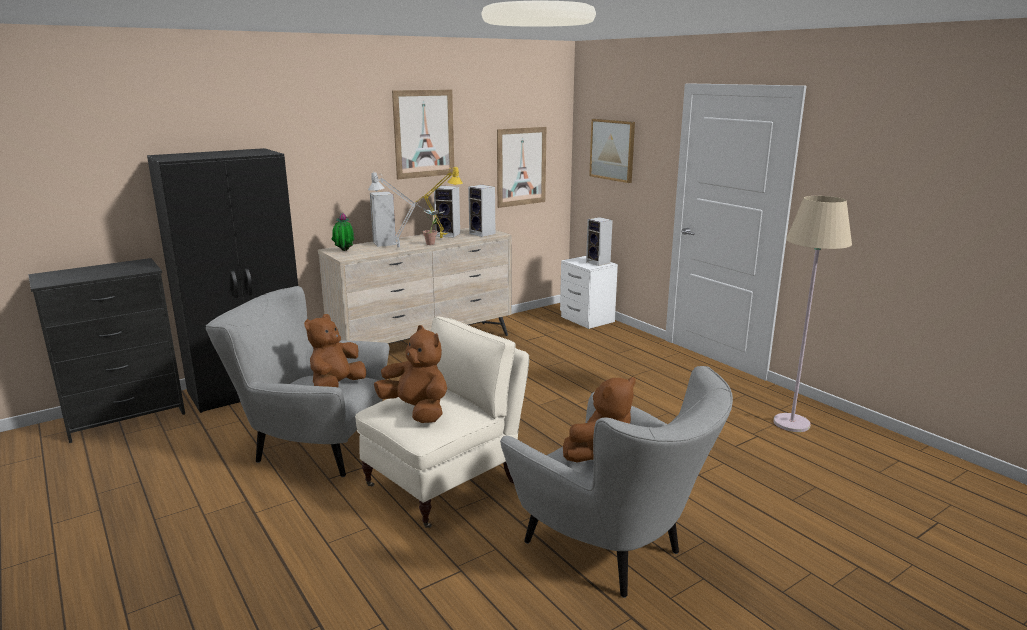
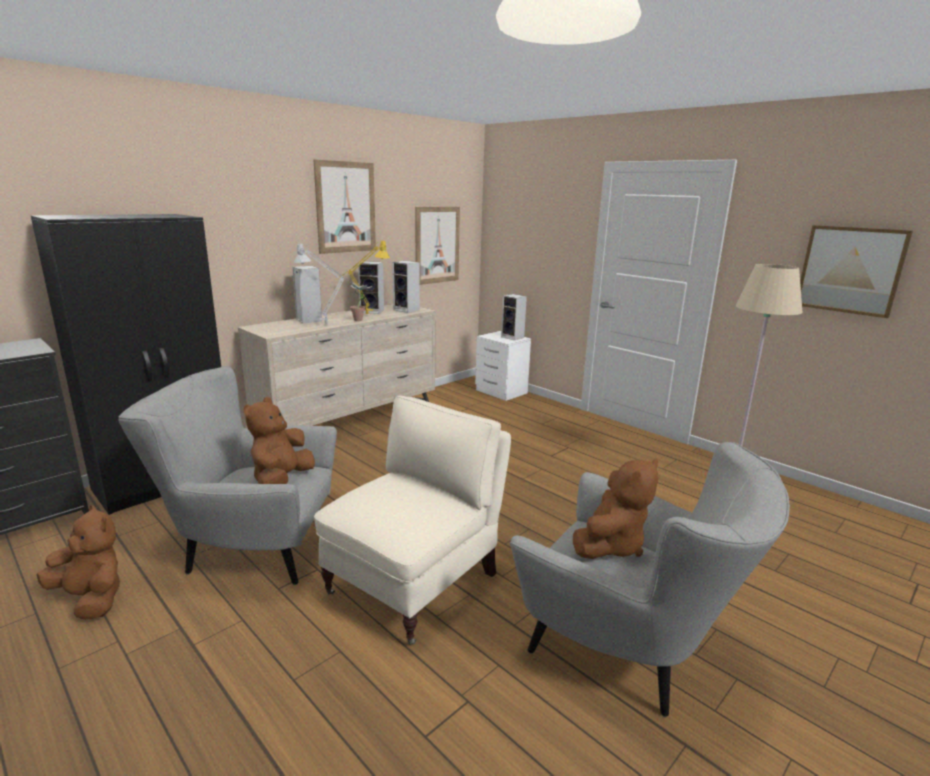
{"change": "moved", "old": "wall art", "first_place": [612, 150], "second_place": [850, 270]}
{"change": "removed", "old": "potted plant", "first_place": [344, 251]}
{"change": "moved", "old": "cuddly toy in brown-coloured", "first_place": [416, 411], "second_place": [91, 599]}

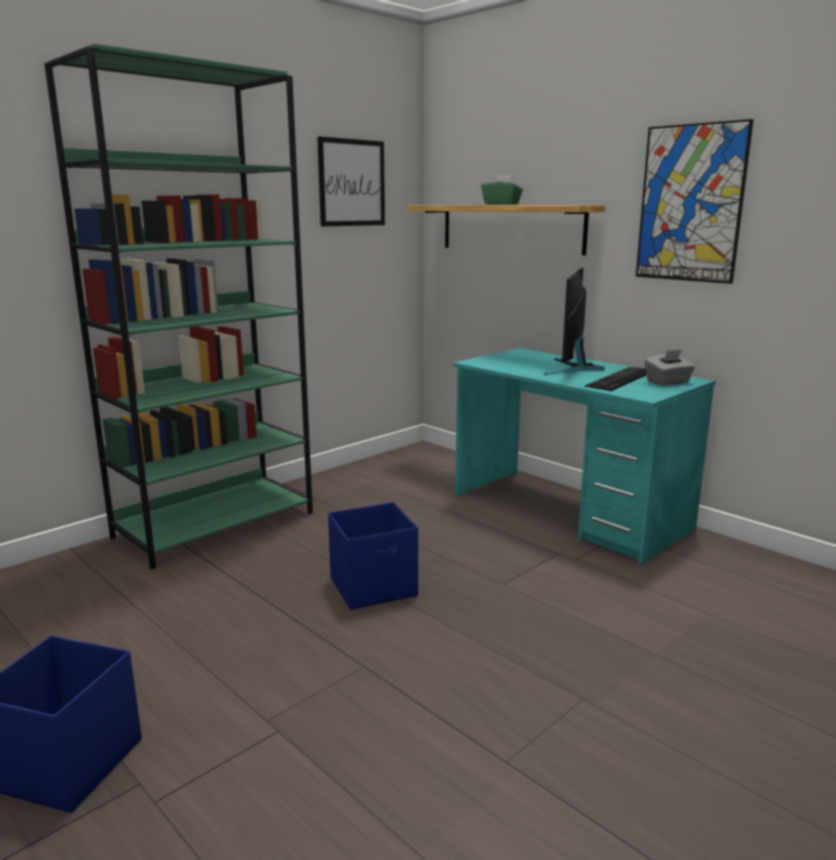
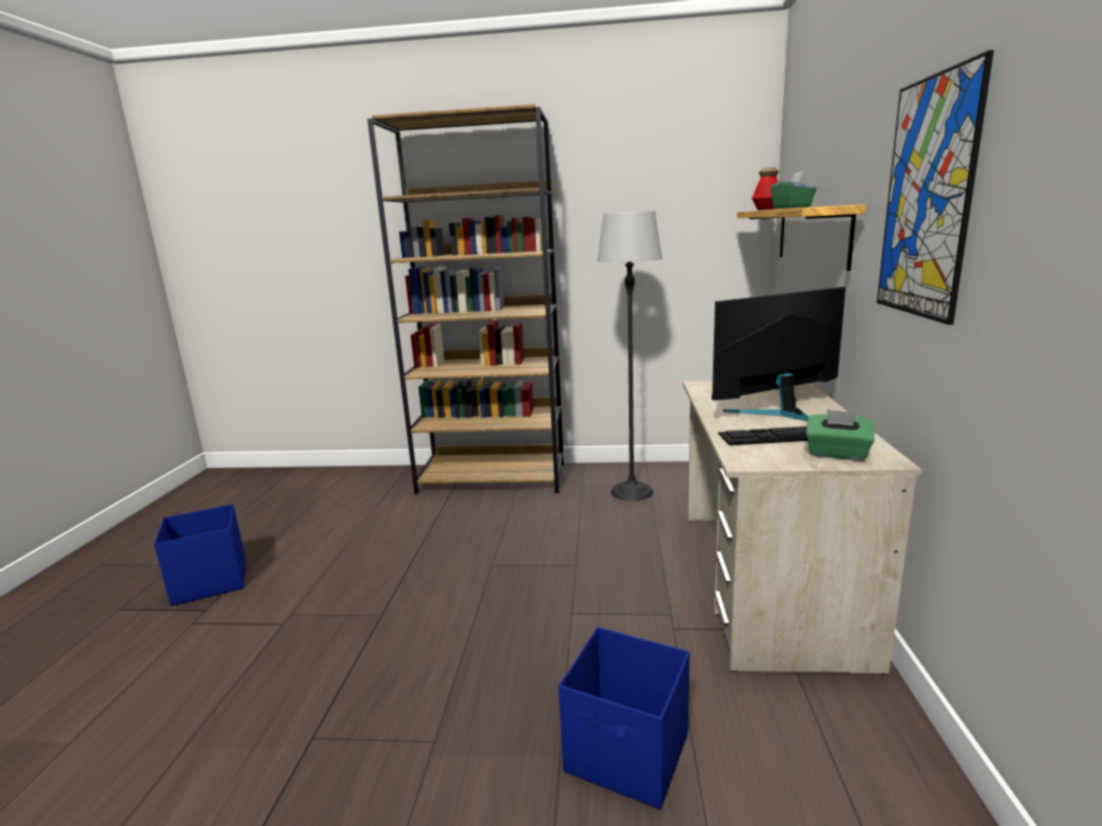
{"change": "recoloured", "old": "bookshelf in greenish", "new": "bookshelf in brown-coloured", "first_place": [216, 524], "second_place": [493, 478]}
{"change": "removed", "old": "wall art", "first_place": [352, 183]}
{"change": "recoloured", "old": "desk unit in turquoise", "new": "desk unit in beige-coloured", "first_place": [568, 512], "second_place": [766, 581]}
{"change": "recoloured", "old": "box of tissues in gray", "new": "box of tissues in greenish", "first_place": [668, 382], "second_place": [837, 454]}
{"change": "moved", "old": "storage container in blue", "first_place": [374, 587], "second_place": [628, 755]}
{"change": "added", "new": "bottle", "second_place": [766, 209]}
{"change": "added", "new": "floor lamp", "second_place": [632, 491]}

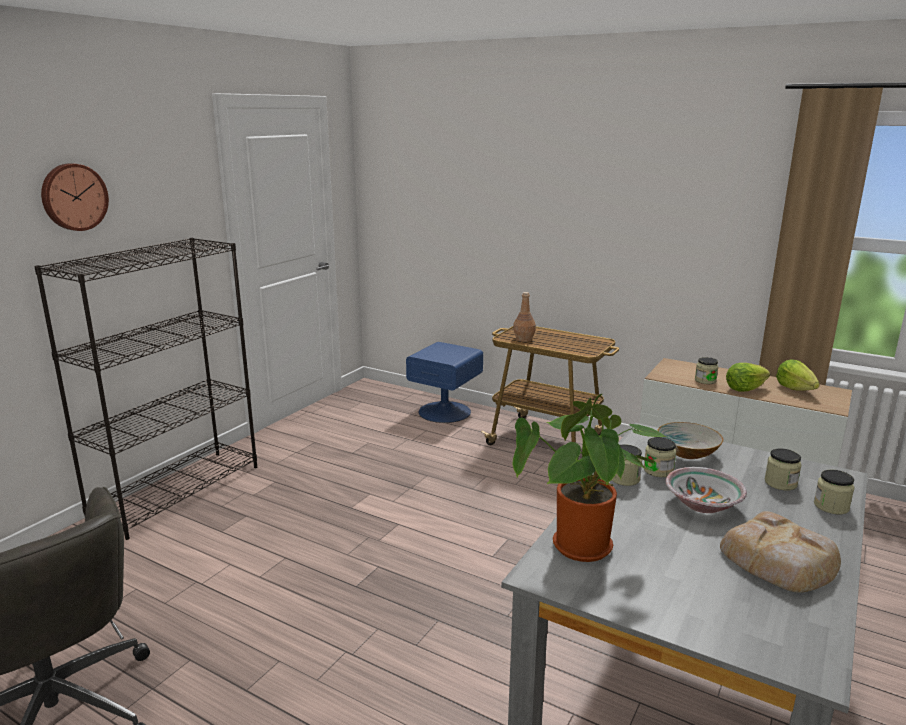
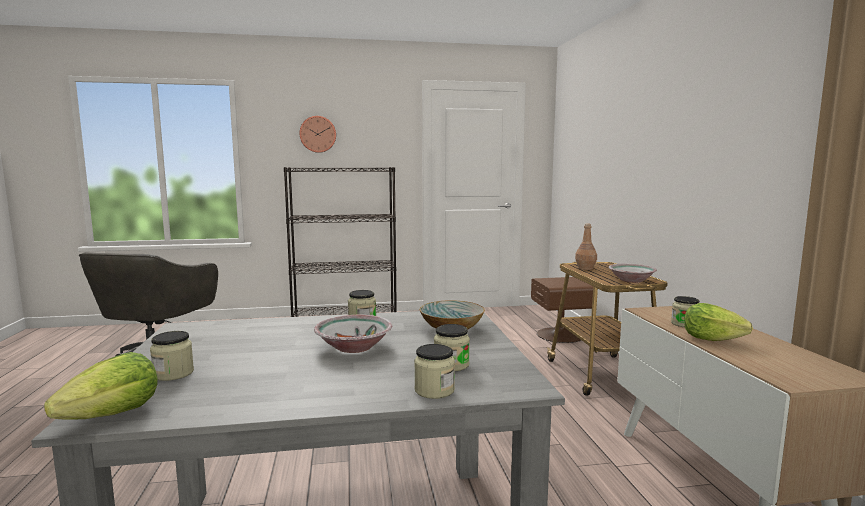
{"change": "recoloured", "old": "nightstand in blue", "new": "nightstand in brown-coloured", "first_place": [445, 411], "second_place": [560, 335]}
{"change": "moved", "old": "head of lettuce", "first_place": [795, 389], "second_place": [113, 415]}
{"change": "removed", "old": "potted plant", "first_place": [583, 551]}
{"change": "moved", "old": "storage jar", "first_place": [658, 470], "second_place": [173, 373]}
{"change": "removed", "old": "bakery bread", "first_place": [779, 560]}
{"change": "added", "new": "serving bowl", "second_place": [632, 280]}

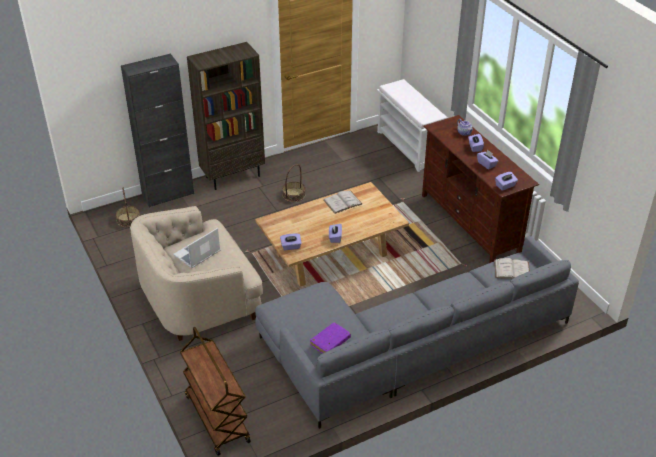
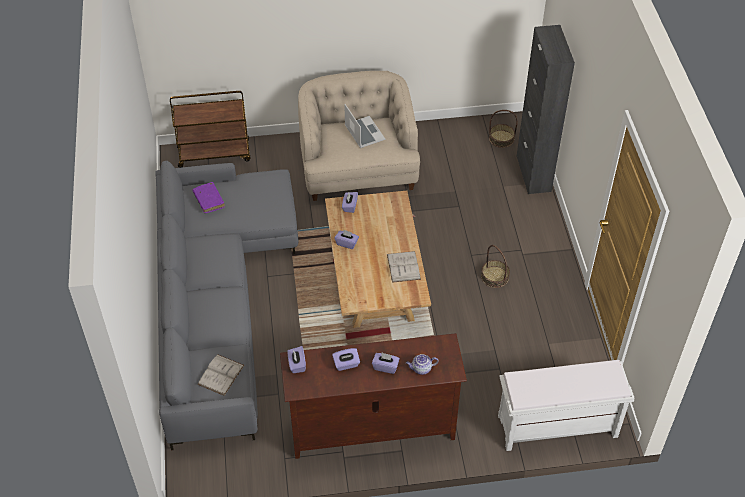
{"change": "removed", "old": "bookshelf in brown-coloured", "first_place": [233, 176]}

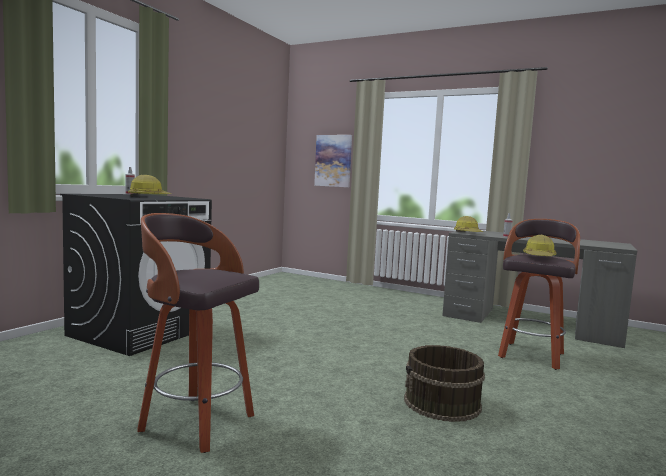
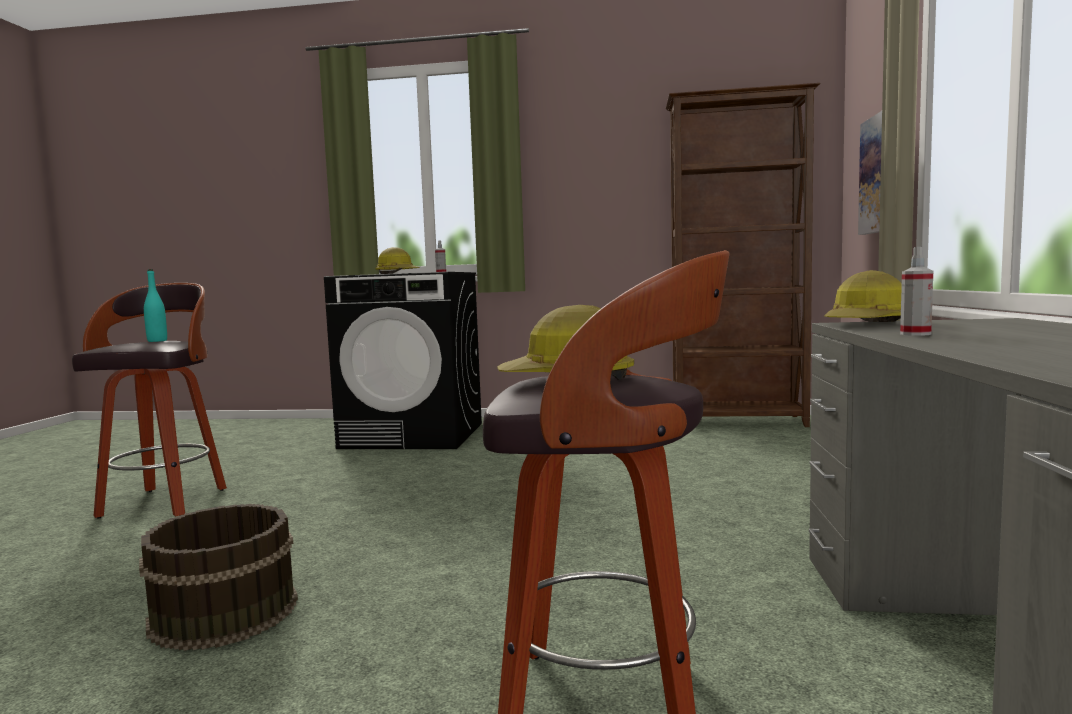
{"change": "added", "new": "bookshelf in brown-coloured", "second_place": [739, 422]}
{"change": "added", "new": "bottle in turquoise", "second_place": [157, 341]}

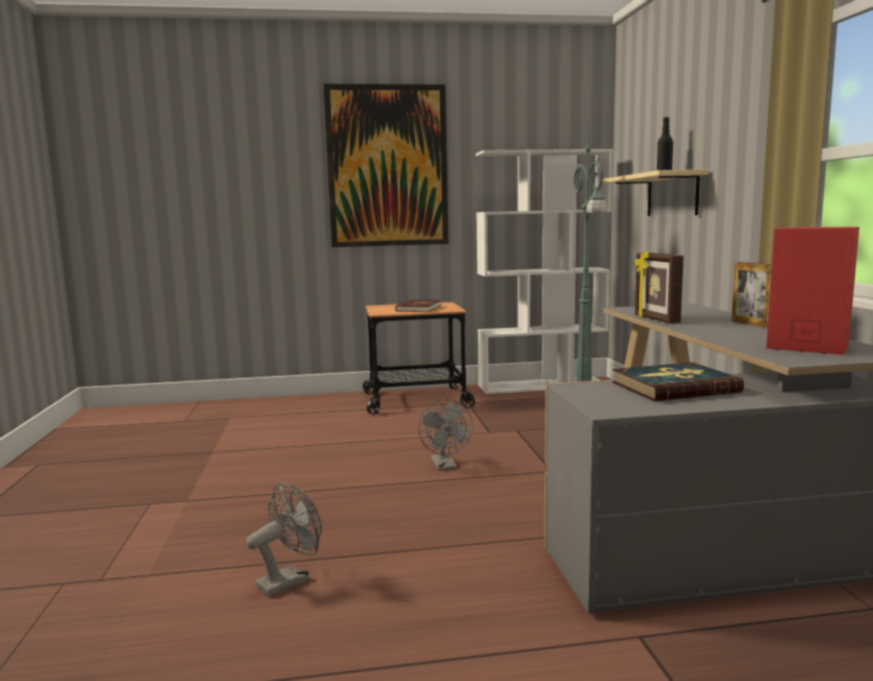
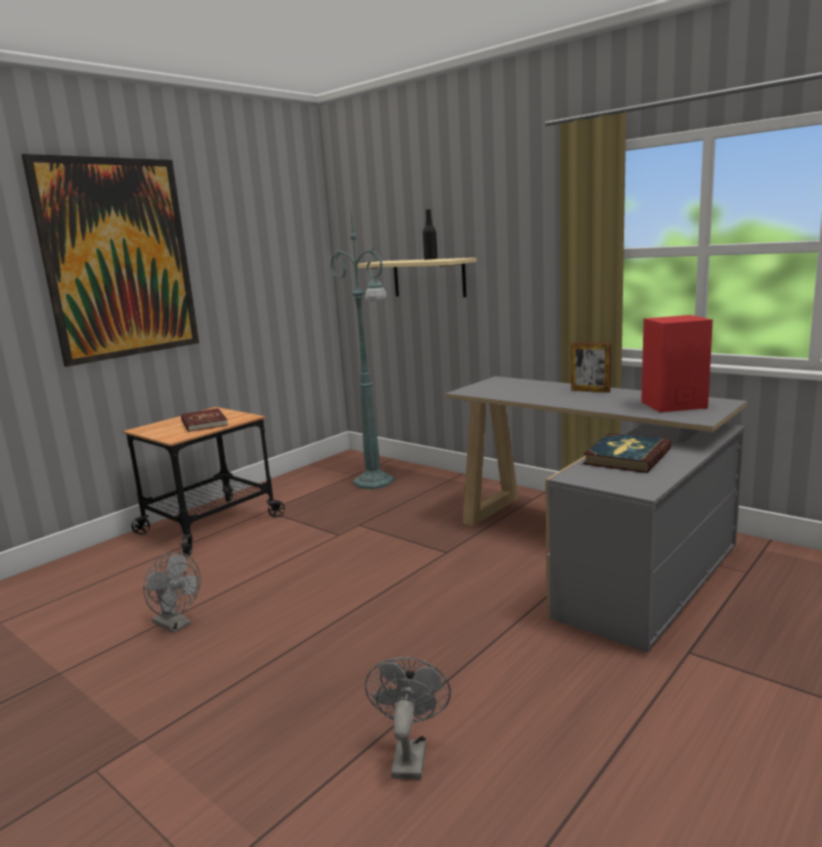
{"change": "removed", "old": "bookshelf in white-coloured", "first_place": [542, 385]}
{"change": "removed", "old": "standing frame", "first_place": [655, 319]}
{"change": "moved", "old": "electric fan in gray", "first_place": [445, 466], "second_place": [176, 625]}

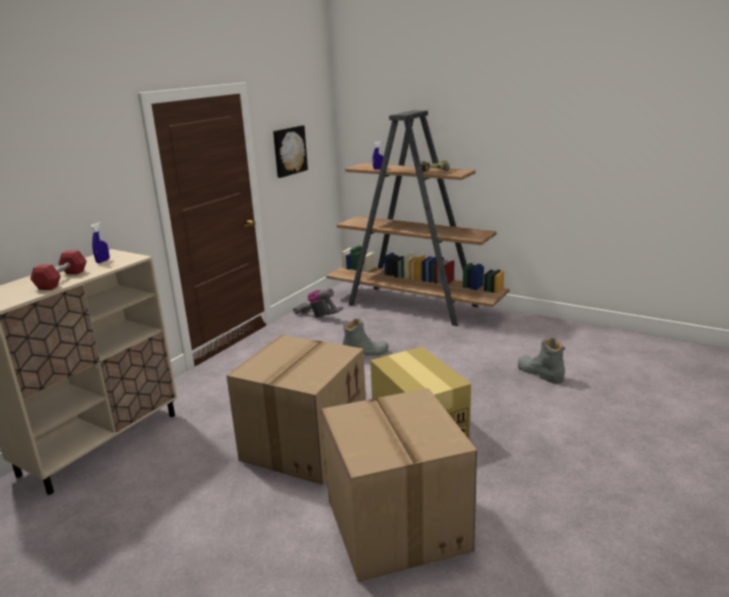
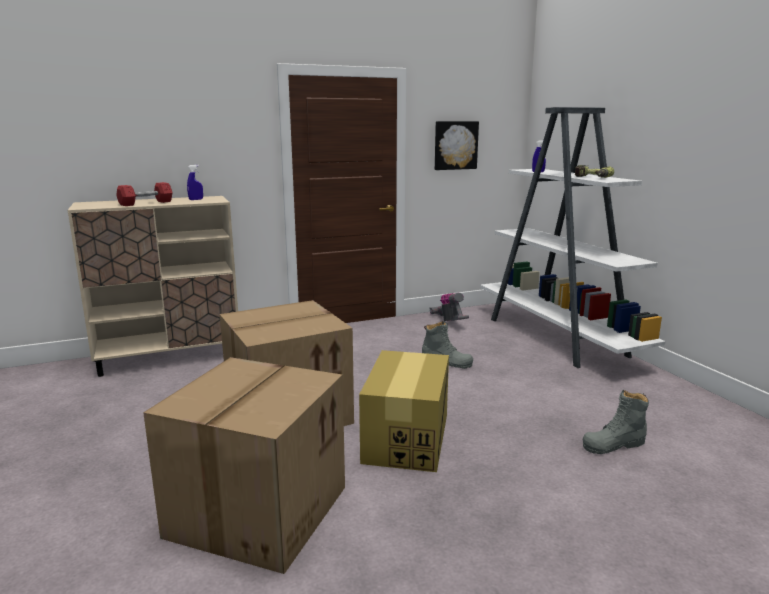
{"change": "recoloured", "old": "bookshelf in brown-coloured", "new": "bookshelf in white-coloured", "first_place": [414, 306], "second_place": [557, 338]}
{"change": "turned", "old": "boot in gray", "first_place": [540, 373], "second_place": [614, 444], "degrees": -105}

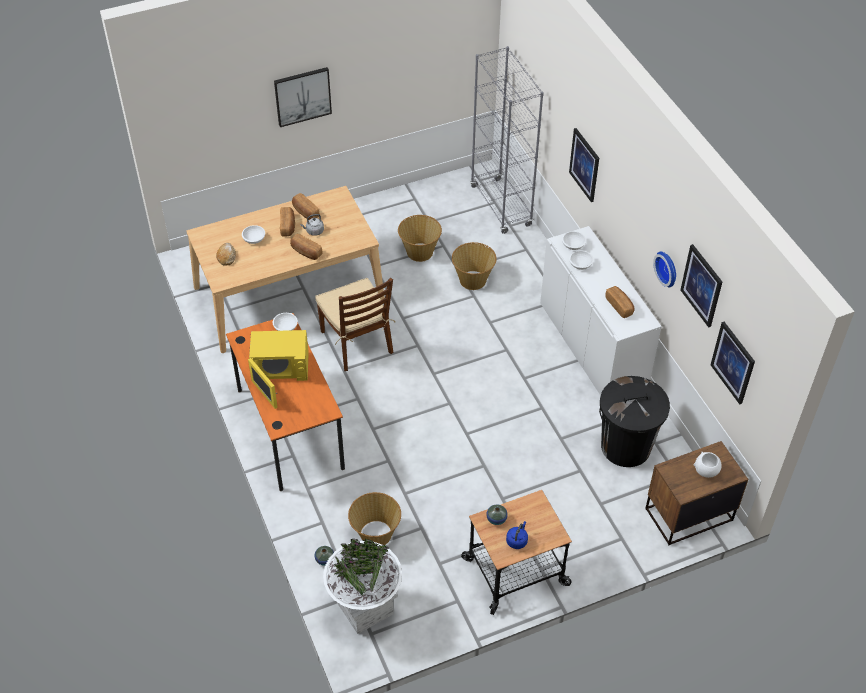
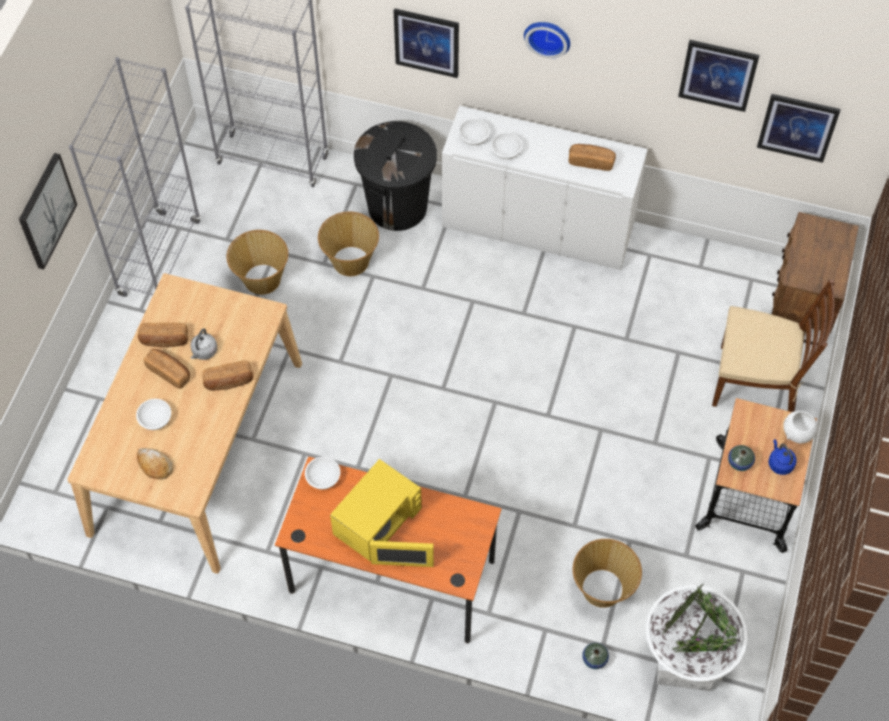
{"change": "moved", "old": "clock on the wall", "first_place": [668, 268], "second_place": [548, 36]}
{"change": "moved", "old": "plain chair in brown-coloured", "first_place": [357, 342], "second_place": [757, 382]}
{"change": "moved", "old": "rubbish bin in blackish", "first_place": [626, 447], "second_place": [398, 206]}
{"change": "moved", "old": "serving bowl in white-coloured", "first_place": [706, 471], "second_place": [798, 433]}
{"change": "added", "new": "bookshelf in gray", "second_place": [160, 258]}

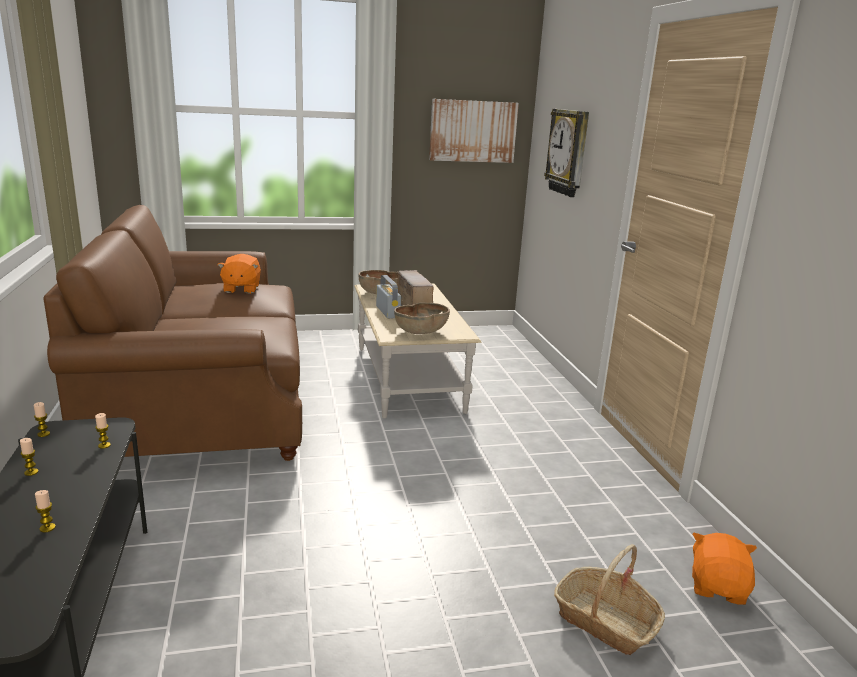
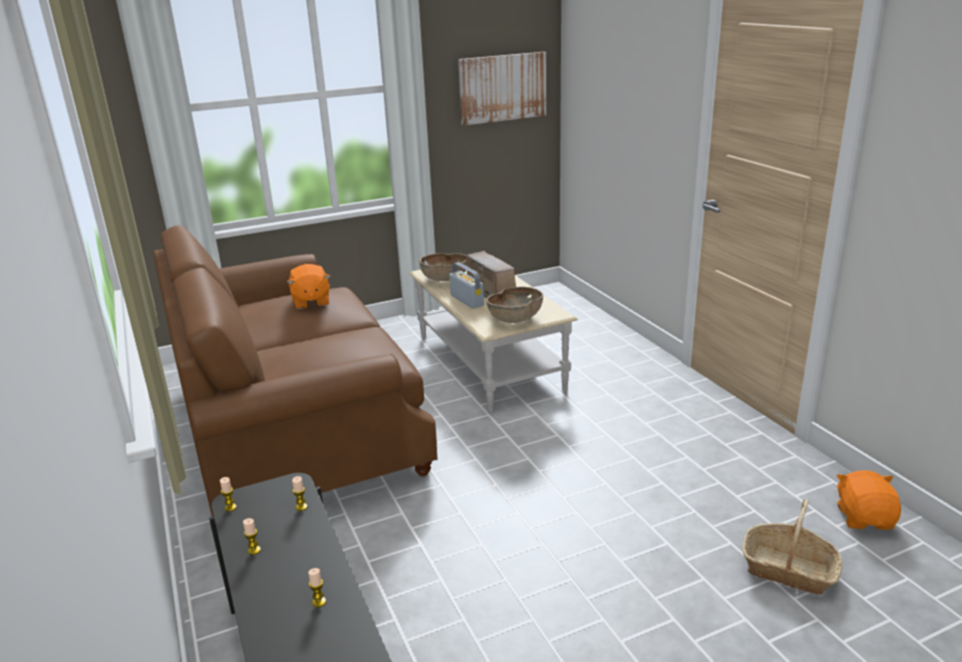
{"change": "removed", "old": "clock on the wall", "first_place": [569, 152]}

